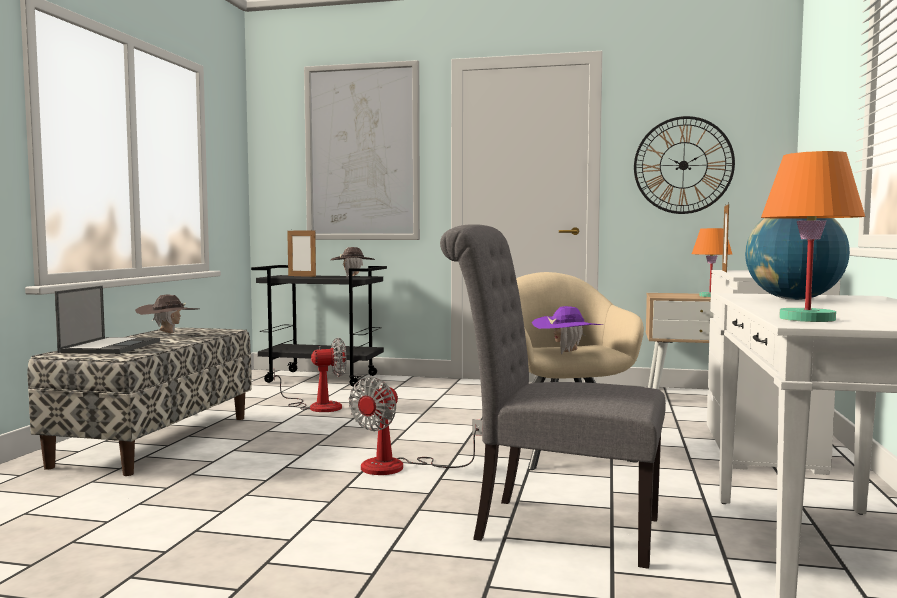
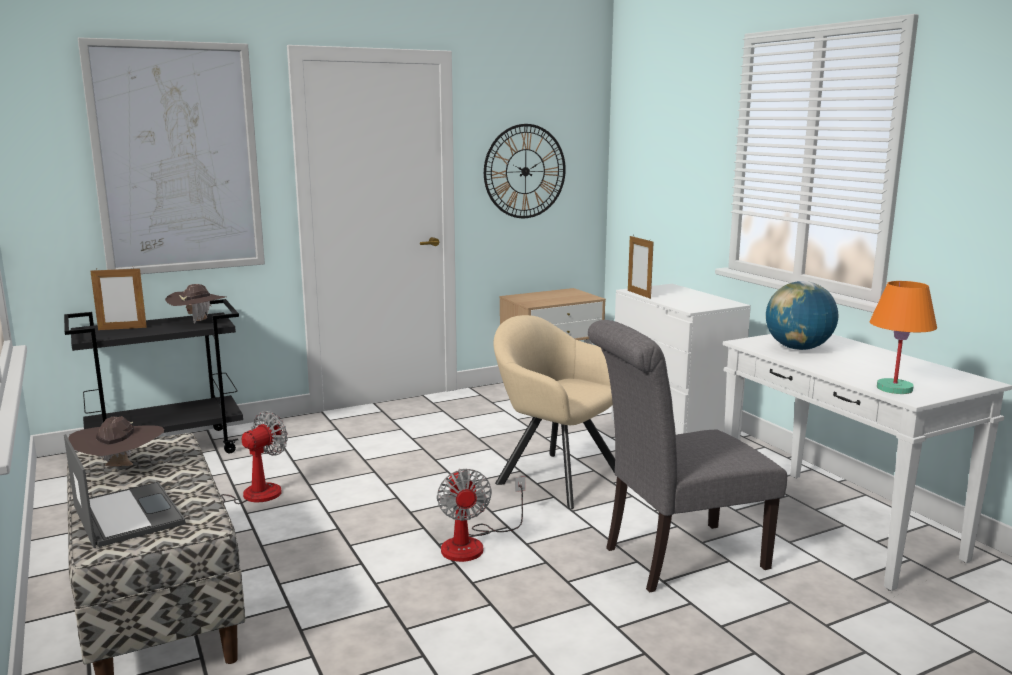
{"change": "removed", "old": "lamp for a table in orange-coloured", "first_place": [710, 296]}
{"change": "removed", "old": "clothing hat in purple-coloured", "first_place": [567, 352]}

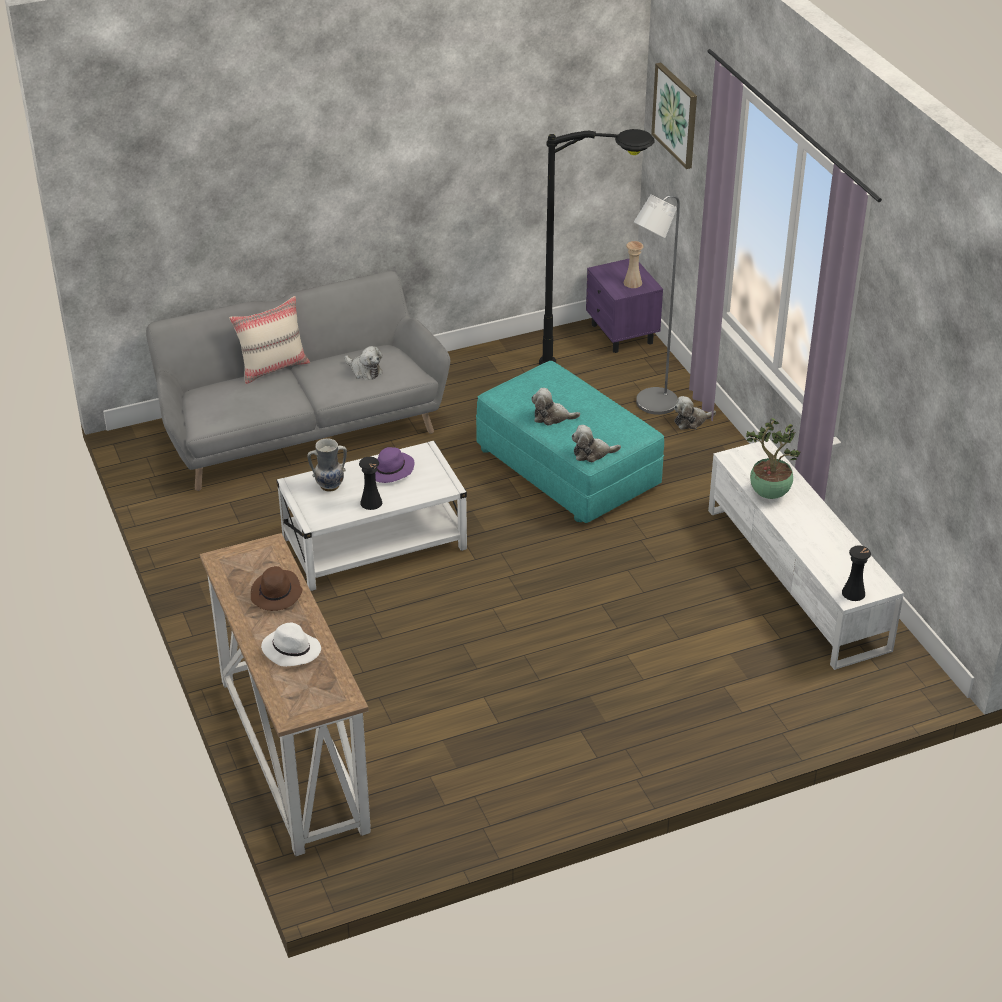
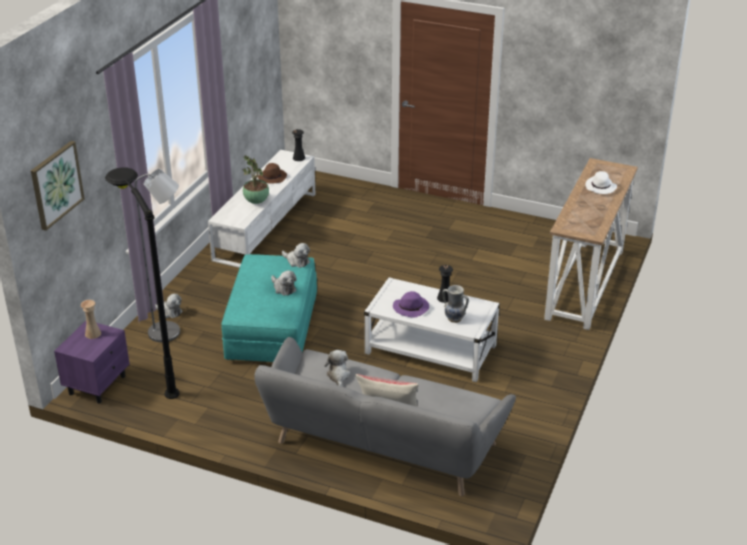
{"change": "moved", "old": "clothing hat in brown-coloured", "first_place": [276, 594], "second_place": [272, 177]}

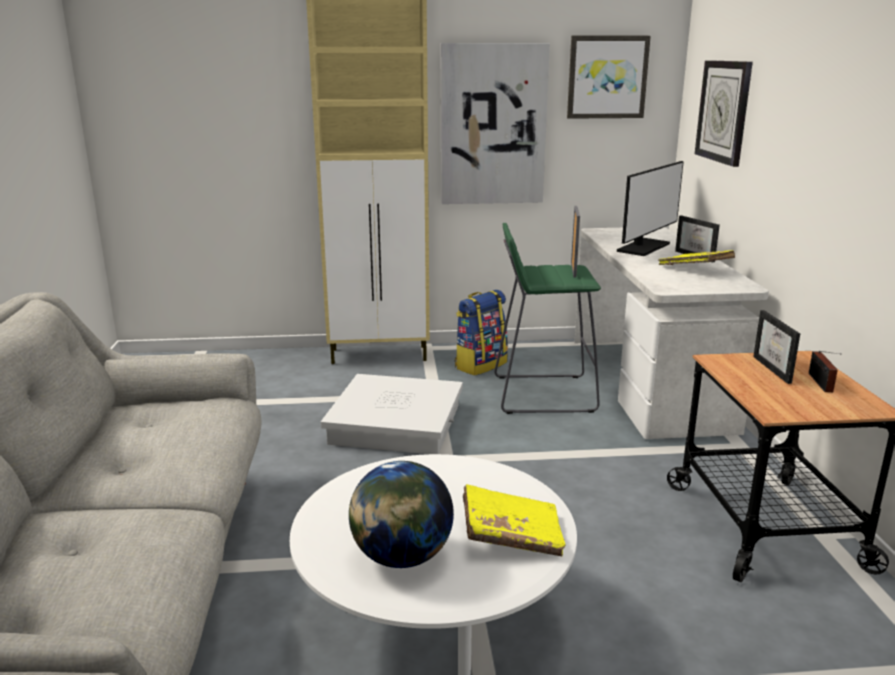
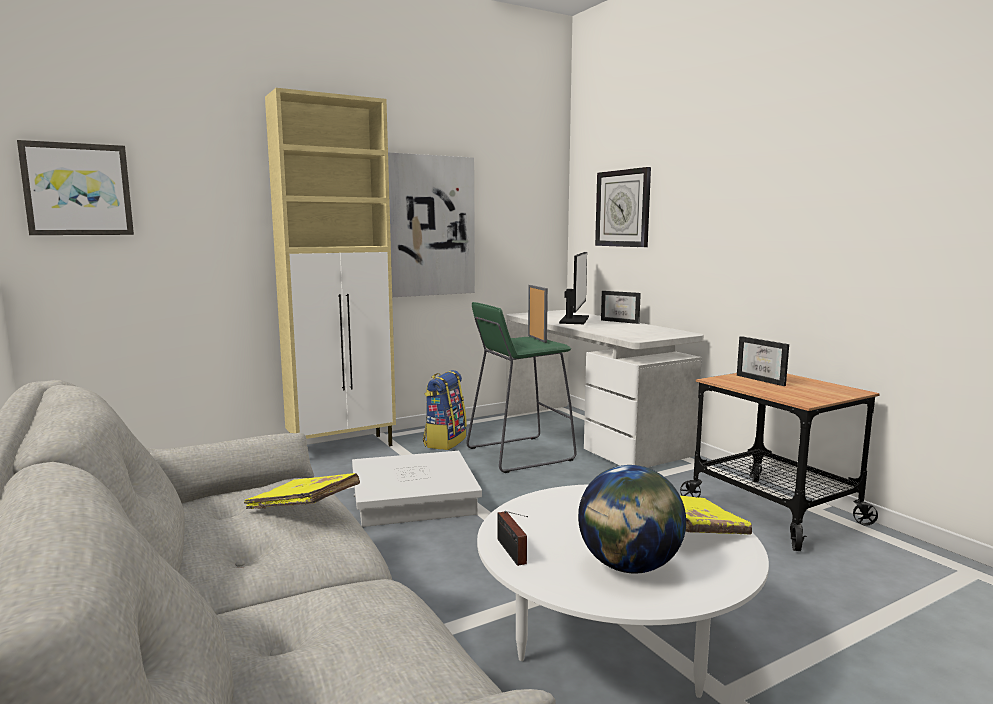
{"change": "moved", "old": "wall art", "first_place": [607, 77], "second_place": [78, 189]}
{"change": "moved", "old": "book in yellowish", "first_place": [695, 269], "second_place": [304, 508]}
{"change": "moved", "old": "radio", "first_place": [820, 383], "second_place": [512, 553]}

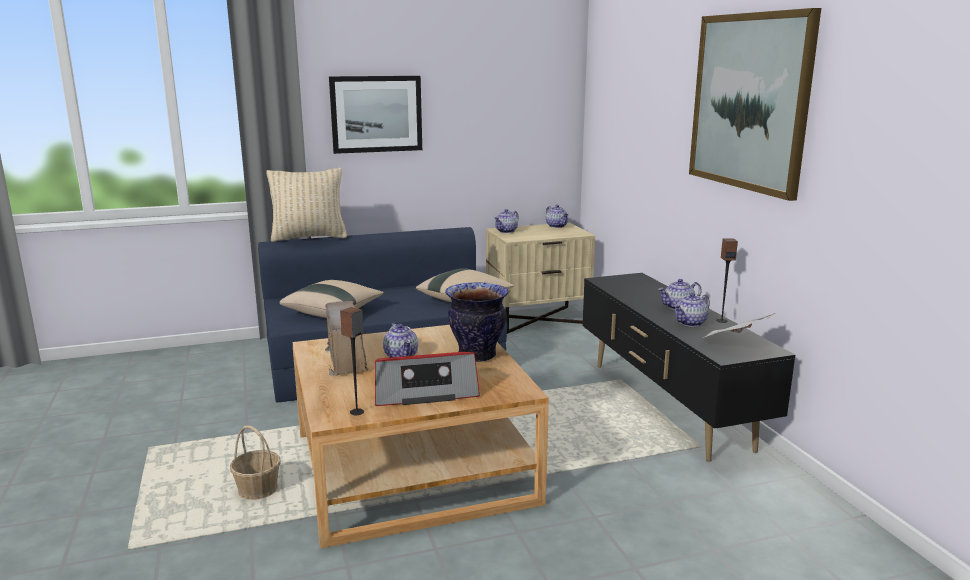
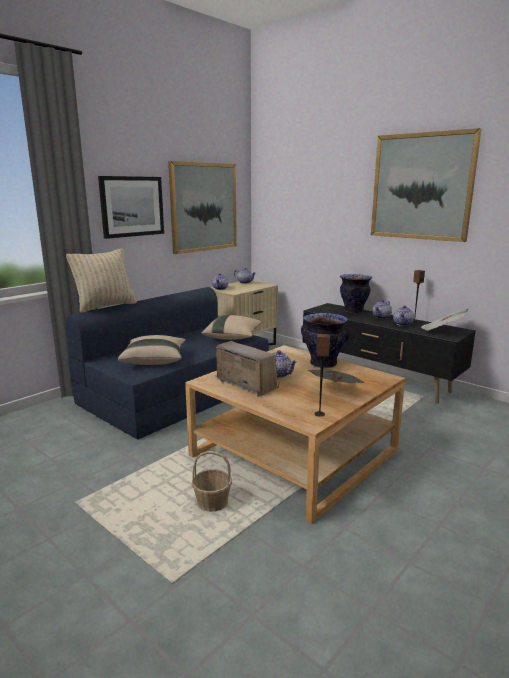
{"change": "replaced", "old": "radio", "new": "daily paper", "first_place": [425, 392], "second_place": [335, 391]}
{"change": "added", "new": "wall art", "second_place": [203, 207]}
{"change": "added", "new": "decorative vase", "second_place": [354, 311]}

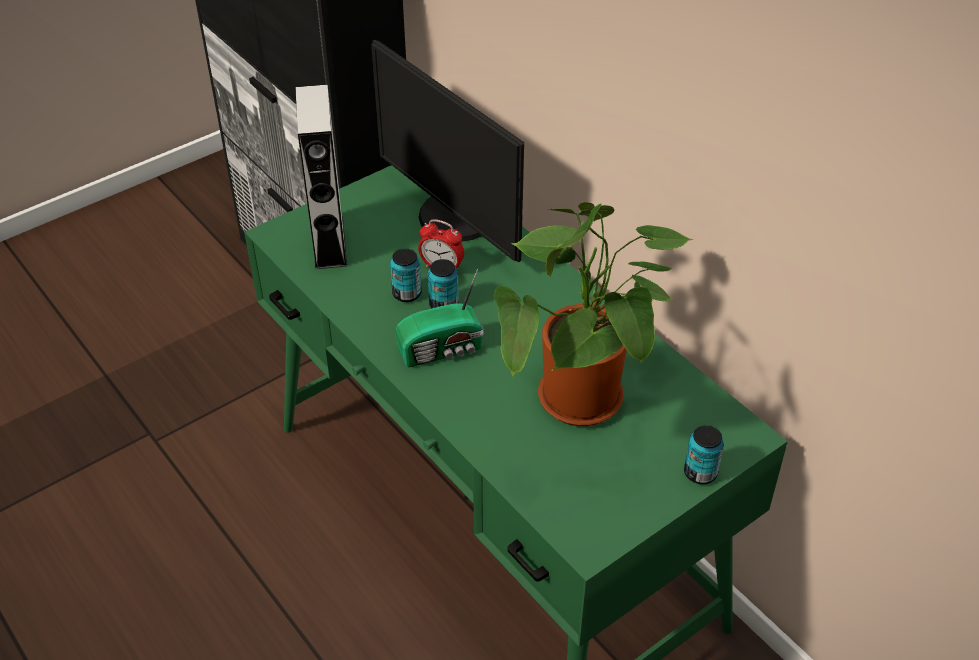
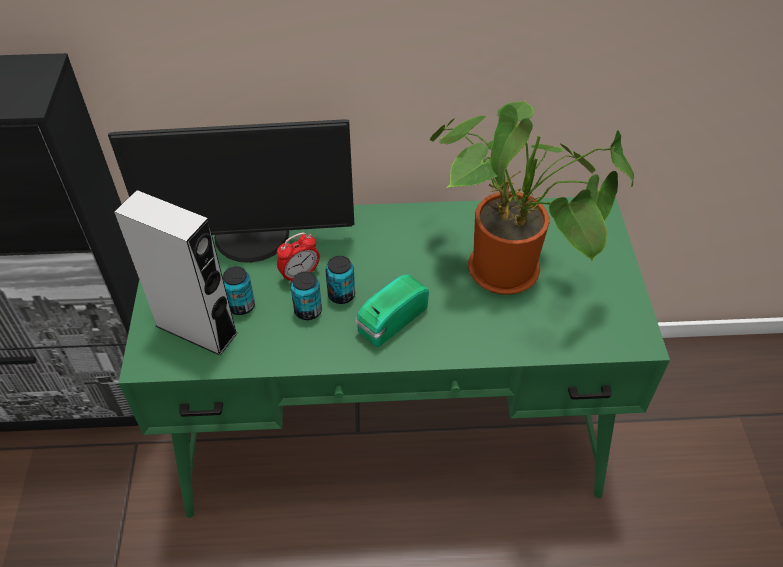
{"change": "turned", "old": "radio", "first_place": [443, 350], "second_place": [389, 321], "degrees": -150}
{"change": "moved", "old": "can", "first_place": [700, 473], "second_place": [241, 305]}

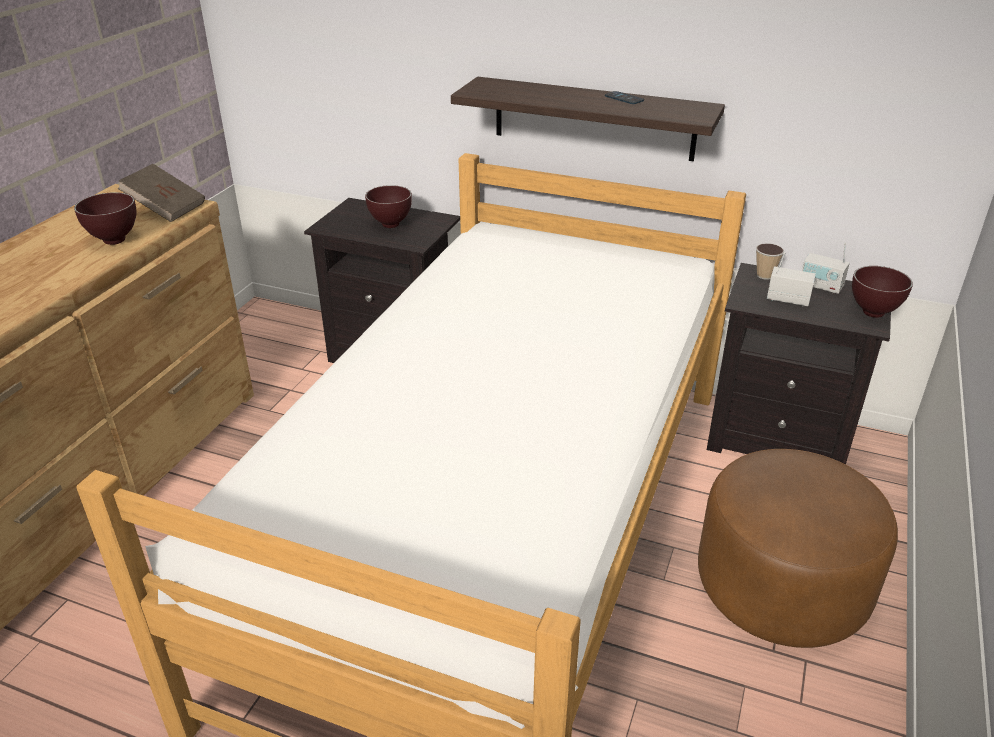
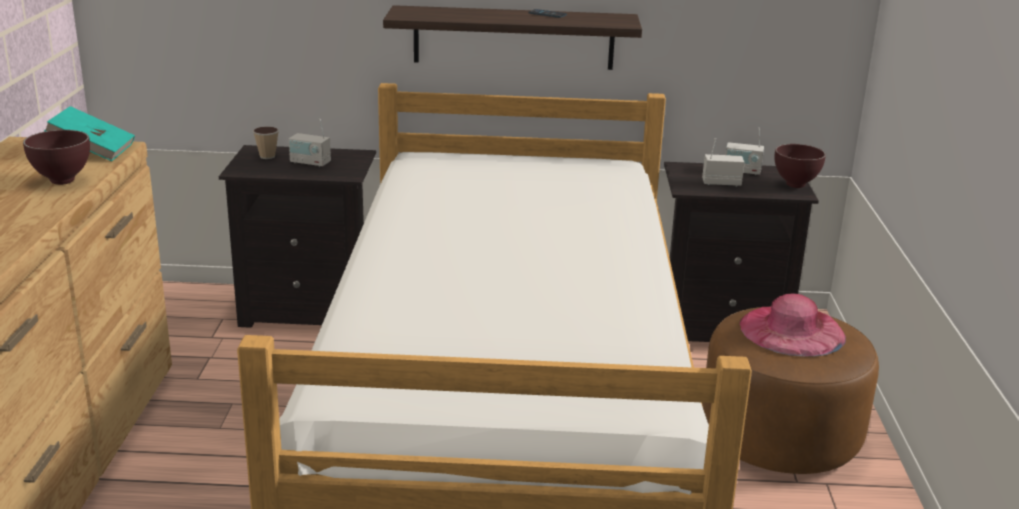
{"change": "recoloured", "old": "book in brown-coloured", "new": "book in turquoise", "first_place": [166, 208], "second_place": [93, 151]}
{"change": "replaced", "old": "serving bowl in brown-coloured", "new": "radio", "first_place": [392, 225], "second_place": [310, 163]}
{"change": "moved", "old": "cup", "first_place": [764, 275], "second_place": [267, 156]}
{"change": "added", "new": "clothing hat in pink-coloured", "second_place": [792, 330]}

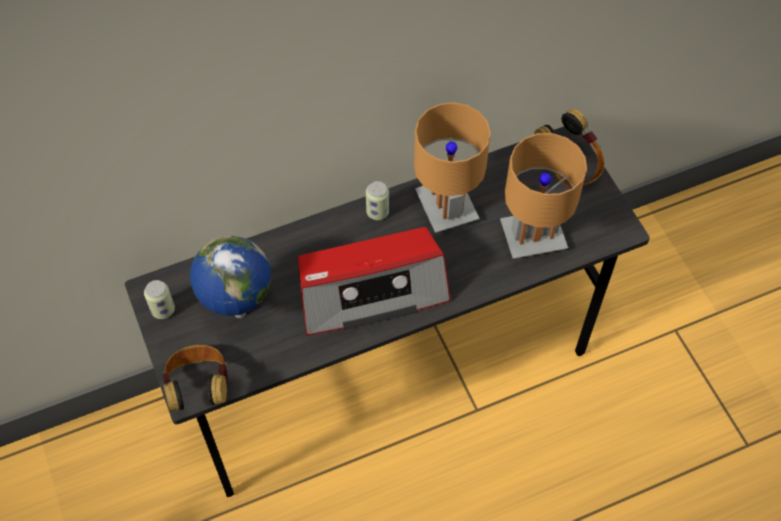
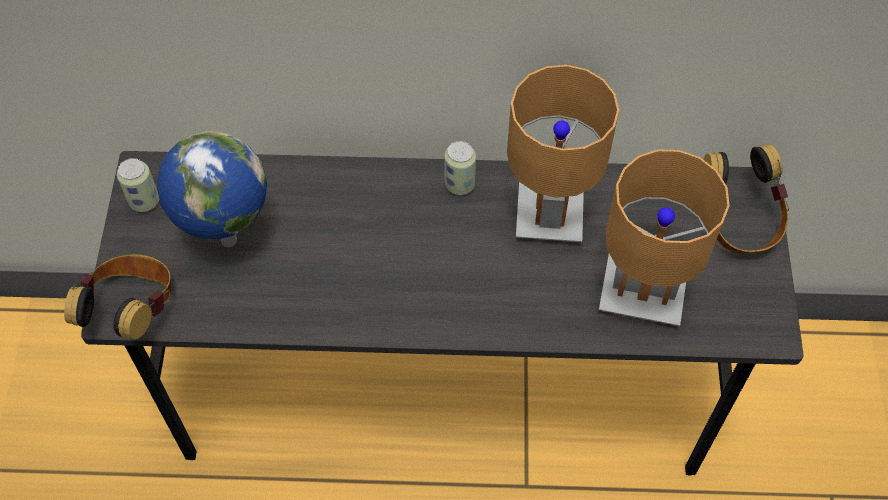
{"change": "removed", "old": "radio", "first_place": [371, 290]}

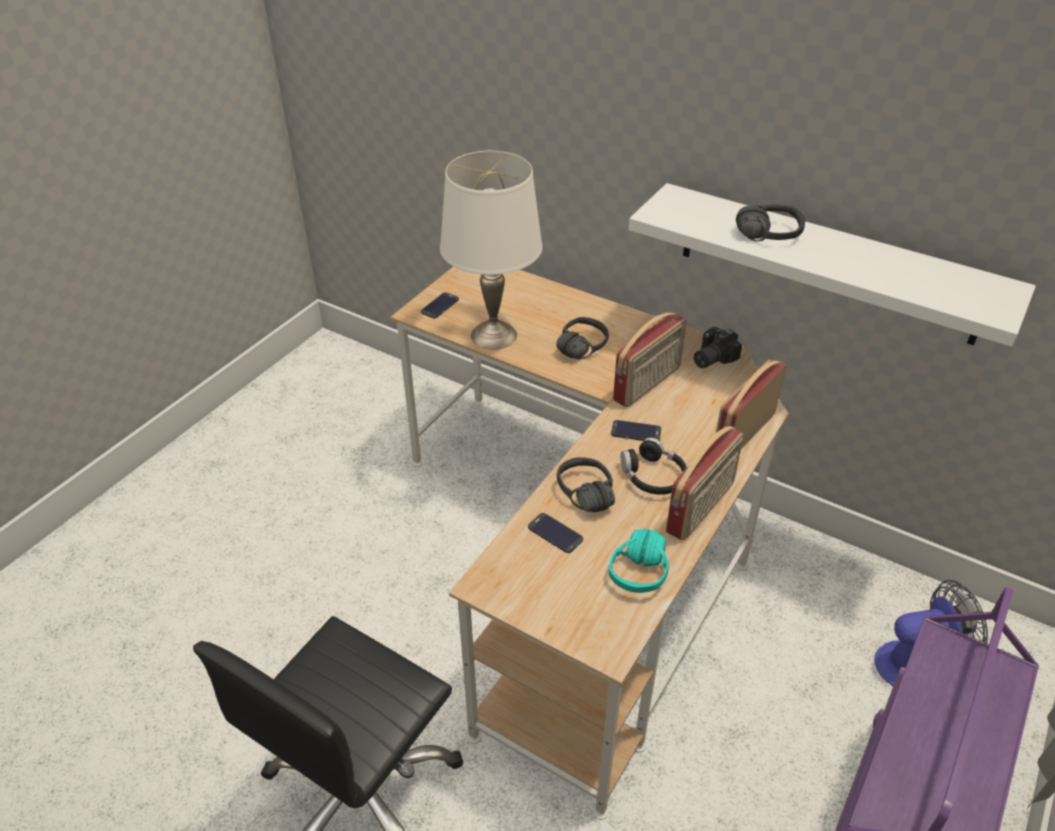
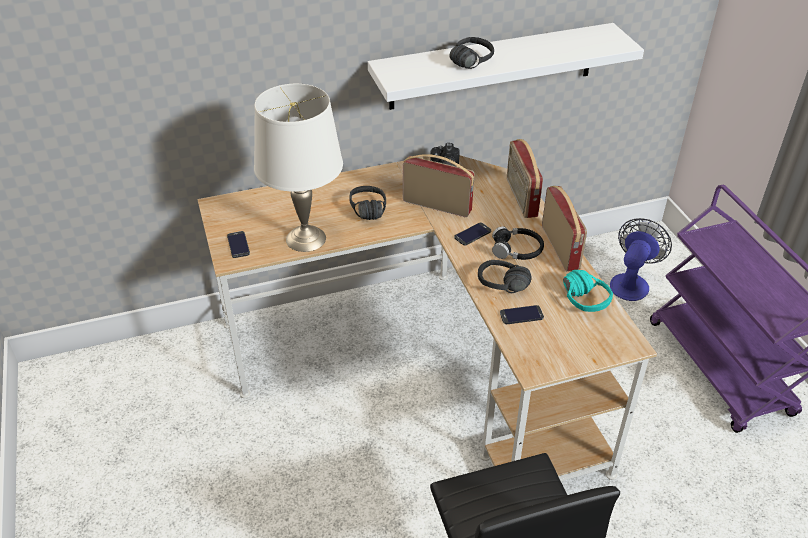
{"change": "turned", "old": "radio", "first_place": [648, 384], "second_place": [437, 205], "degrees": -60}

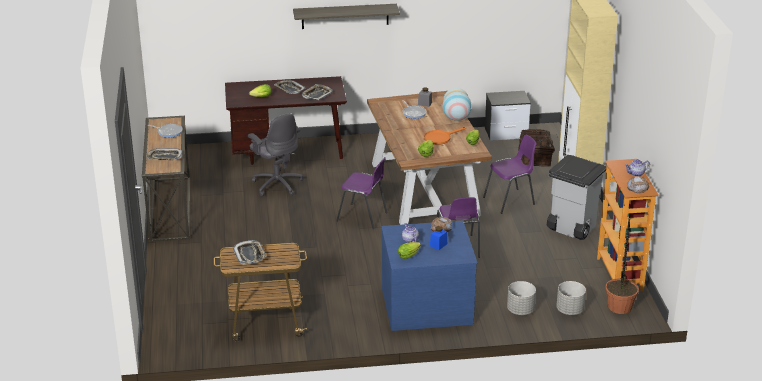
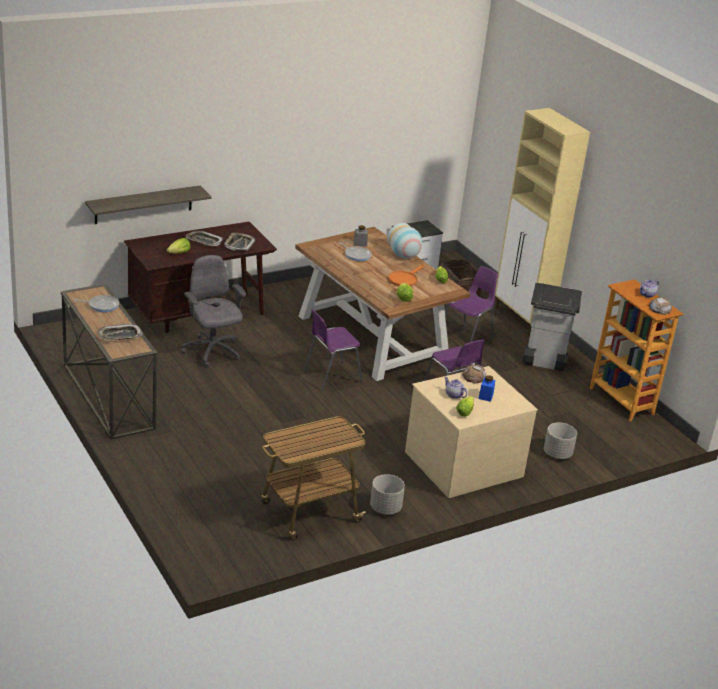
{"change": "moved", "old": "wall shelf", "first_place": [345, 16], "second_place": [143, 204]}
{"change": "turned", "old": "office chair in gray", "first_place": [277, 184], "second_place": [212, 352], "degrees": -150}
{"change": "turned", "old": "plain chair in purple-coloured", "first_place": [363, 217], "second_place": [331, 377], "degrees": 150}
{"change": "removed", "old": "potted plant", "first_place": [619, 307]}
{"change": "recoloured", "old": "chest of drawers in blue", "new": "chest of drawers in beige-coloured", "first_place": [426, 304], "second_place": [462, 463]}
{"change": "removed", "old": "carrying tray", "first_place": [250, 255]}
{"change": "moved", "old": "flower pot in gray", "first_place": [569, 310], "second_place": [385, 508]}

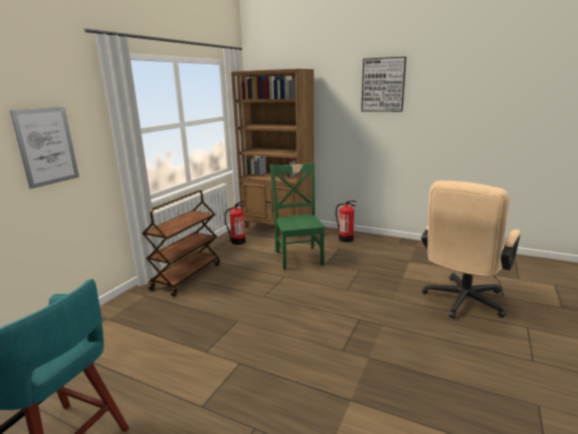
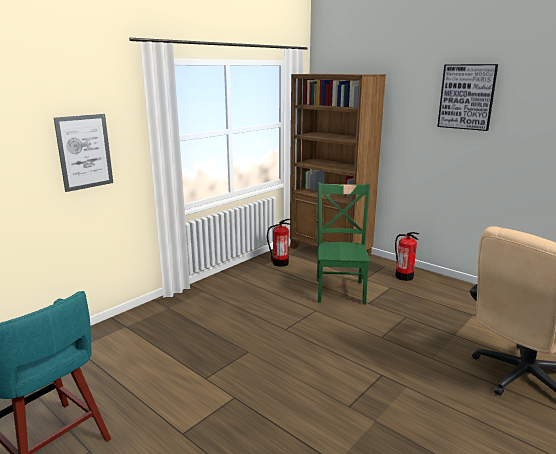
{"change": "removed", "old": "wheeled cart in brown-coloured", "first_place": [187, 276]}

